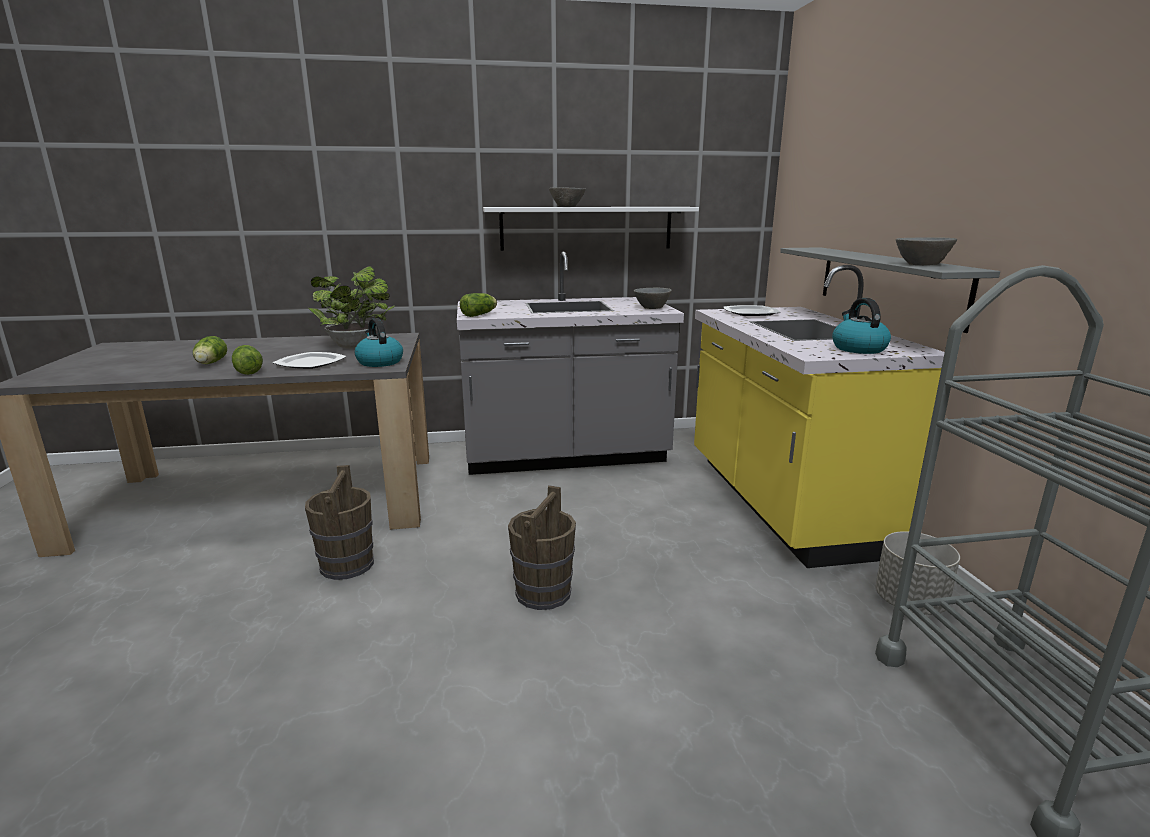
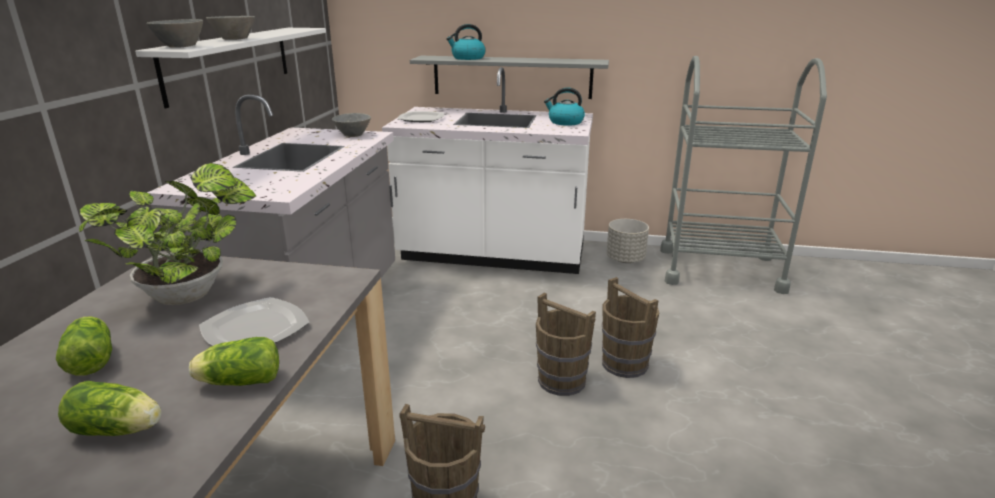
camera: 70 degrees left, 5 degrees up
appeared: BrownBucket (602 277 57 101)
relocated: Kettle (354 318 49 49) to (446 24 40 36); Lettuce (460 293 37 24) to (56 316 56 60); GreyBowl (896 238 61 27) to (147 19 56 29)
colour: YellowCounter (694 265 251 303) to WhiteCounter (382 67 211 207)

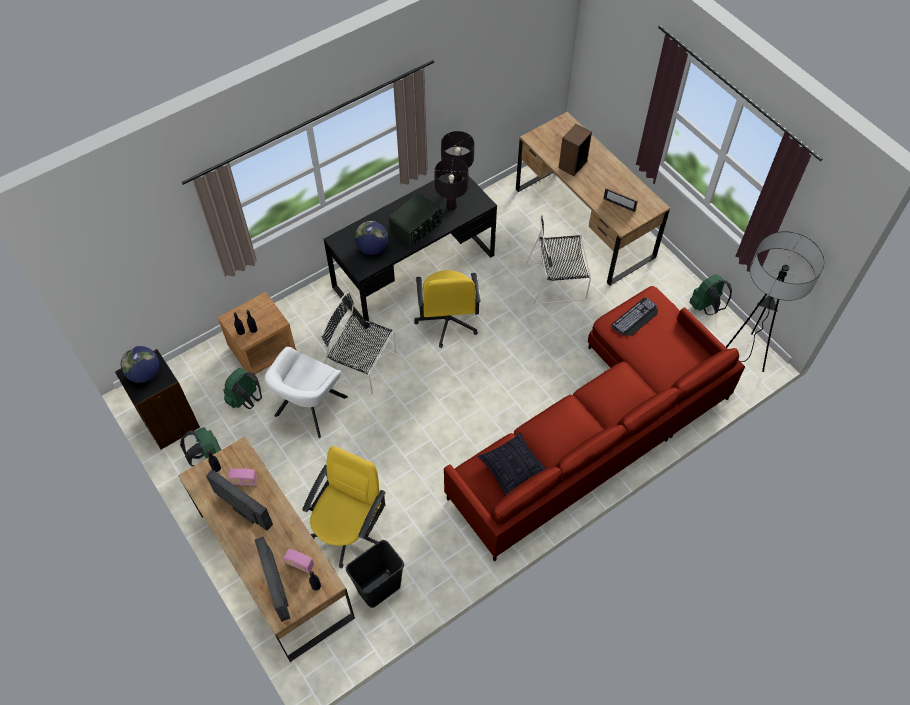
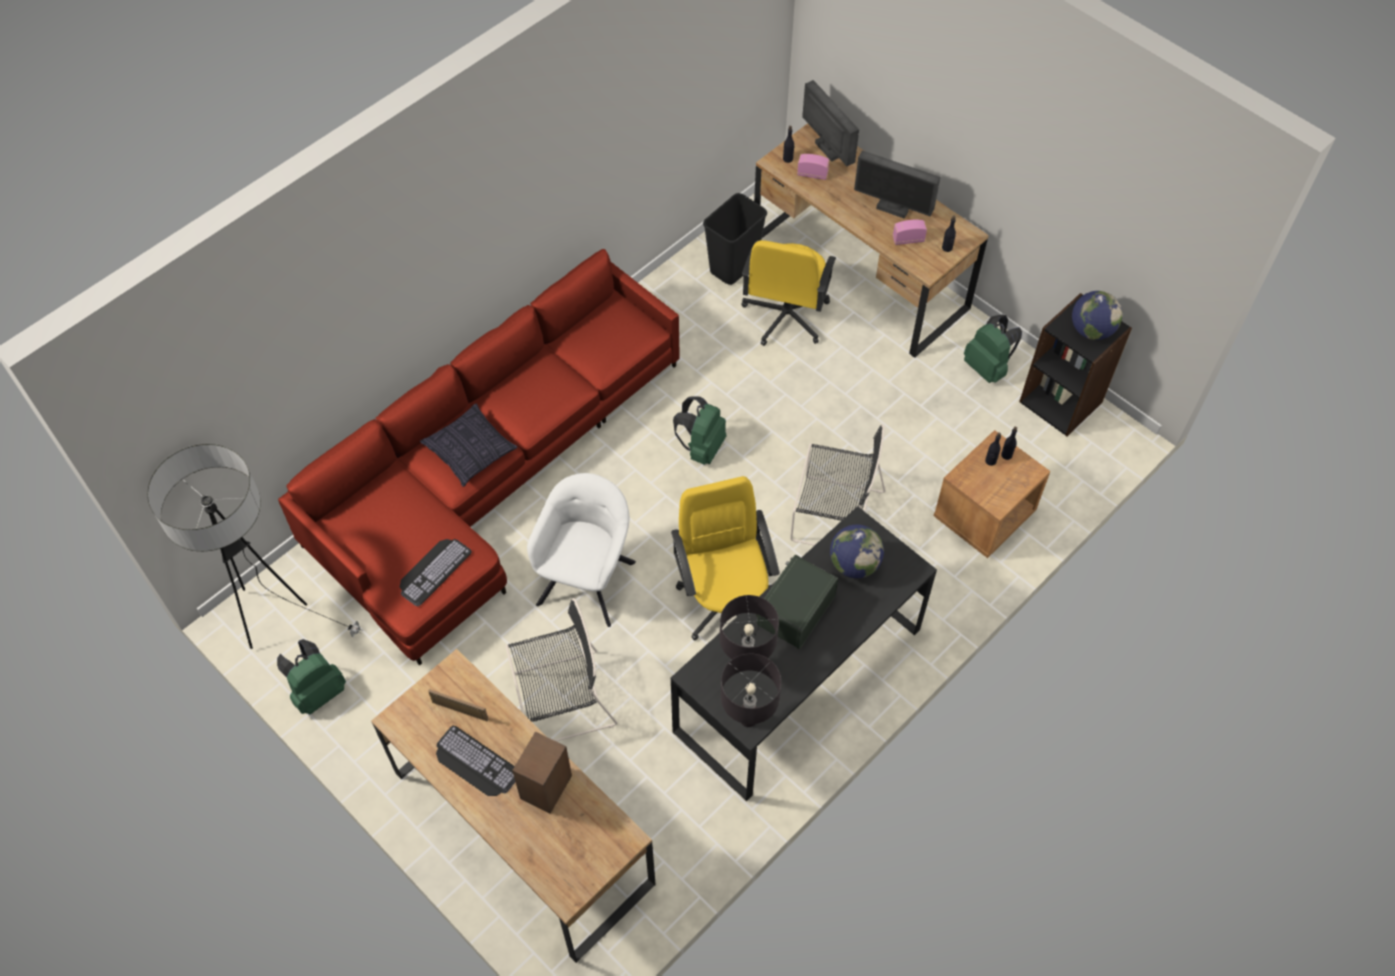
camera: 170 degrees right, 0 degrees up
appeared: Keyboard (436 726 79 70)
relocated: GreenBackpack (223 368 39 41) to (673 396 53 69); WhiteArmchair (264 347 84 91) to (527 473 109 154); Pillow (478 432 68 64) to (420 404 98 83)

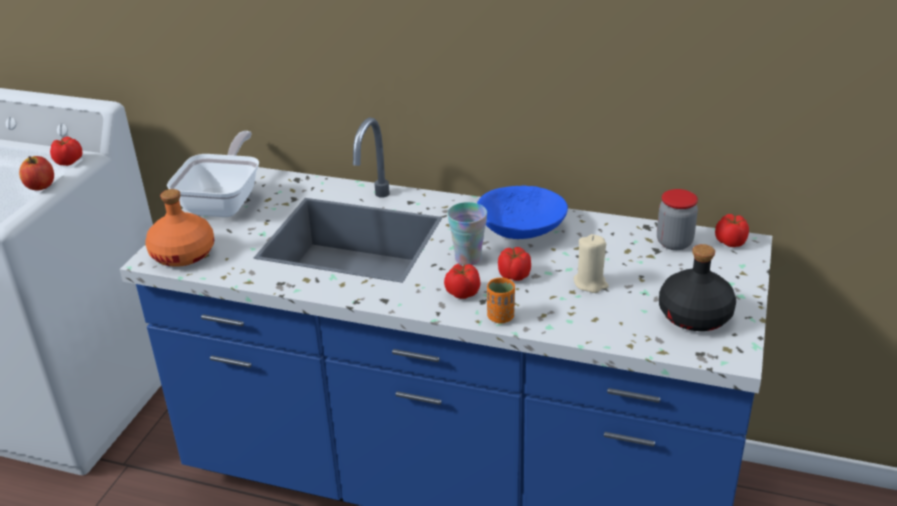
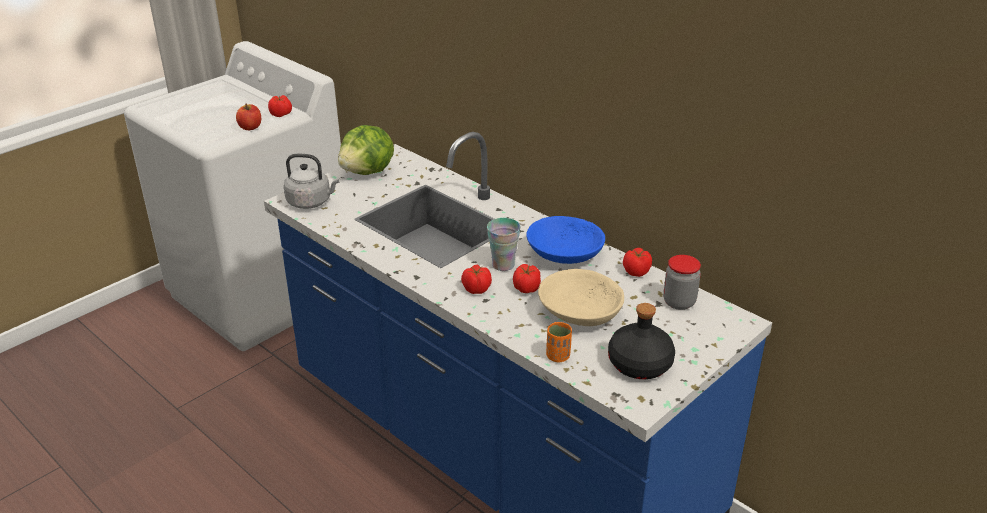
camera: 25 degrees right, 0 degrees up
relocated: OrangeCup (487 278 28 46) to (546 322 26 40); Tomato (715 214 34 33) to (623 248 29 29)
exchanged: OrangeBottle (145 189 69 78) to GreyKettle (284 154 56 55); FryingPan (167 131 92 86) to Lettuce (338 125 56 50); BeigeCandle (574 234 35 59) to BeigeBowl (538 269 86 57)

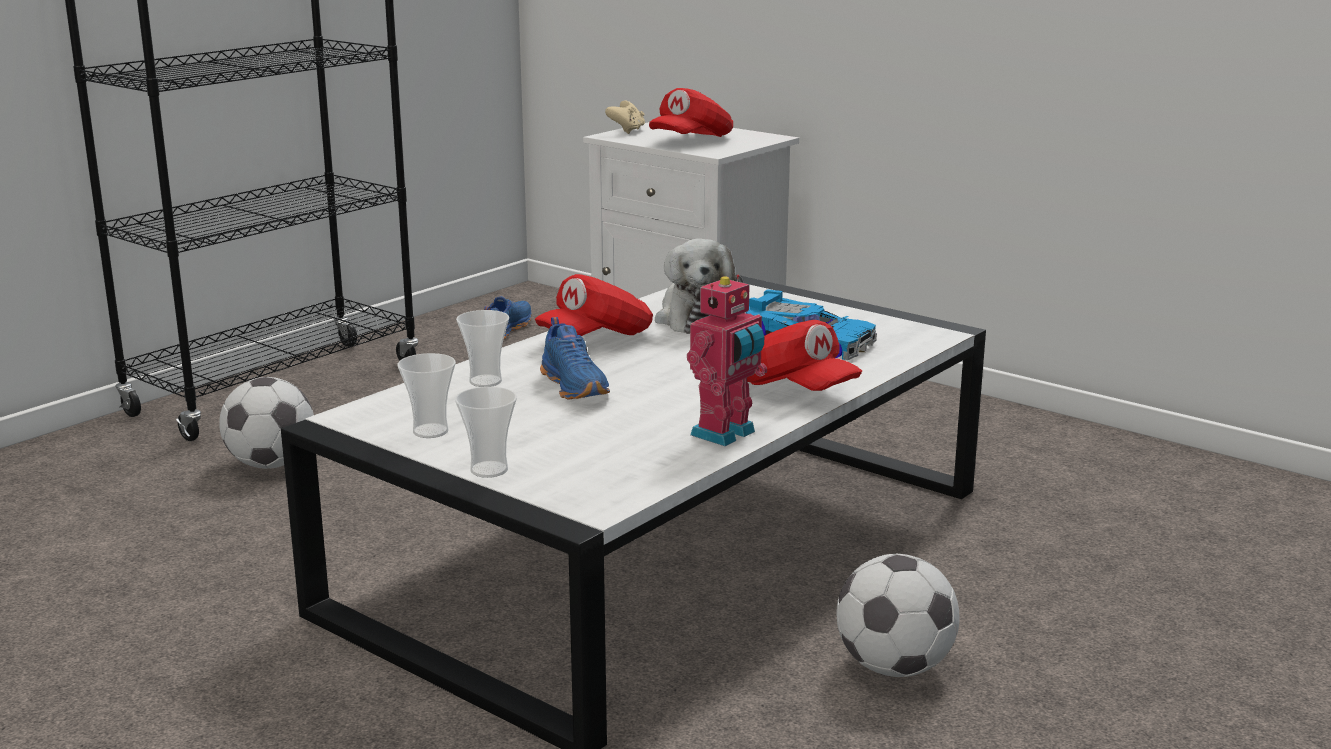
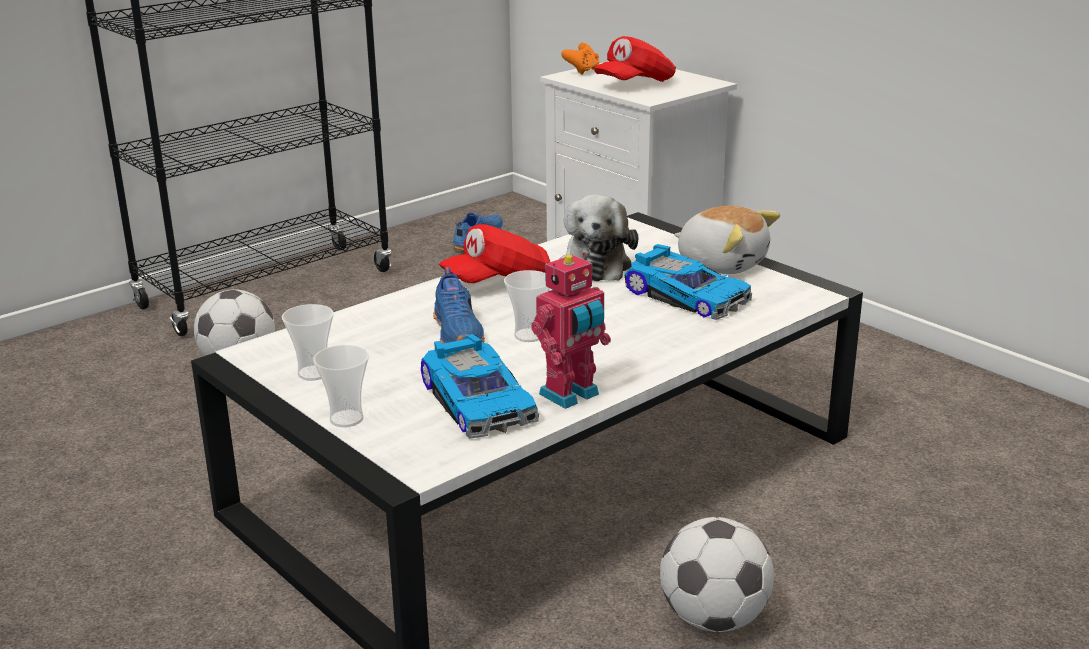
camera: 10 degrees right, 5 degrees up
missing: RedCap (747 320 115 71)
appeared: ToyCar (421 334 118 105); PlushToy (674 206 106 68)
relocated: Cup (456 310 53 77) to (504 270 46 72)
colour: BeigeGameController (605 101 40 33) to OrangeGameController (561 43 38 32)

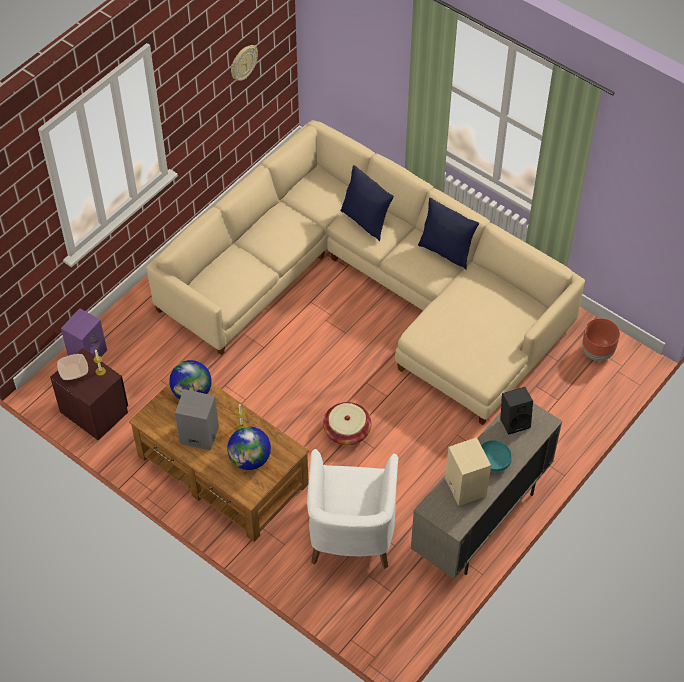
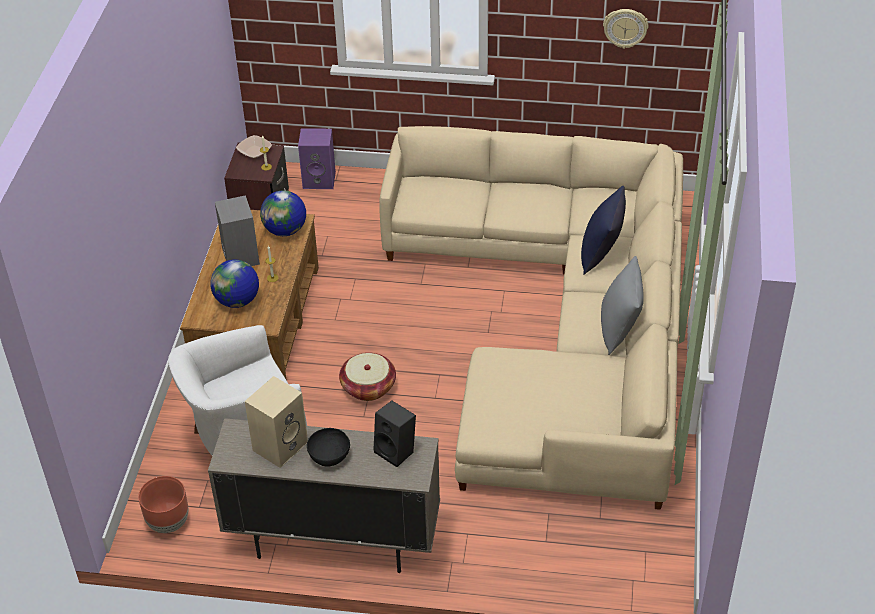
camera: 60 degrees right, 10 degrees down
relocated: BrownPlanter (582 318 38 43) to (138 476 50 57)
colour: BluePillow (418 198 61 72) to GreyPillow (601 256 43 99); TurquoiseBowl (481 440 31 32) to BlackBowl (307 428 43 38)

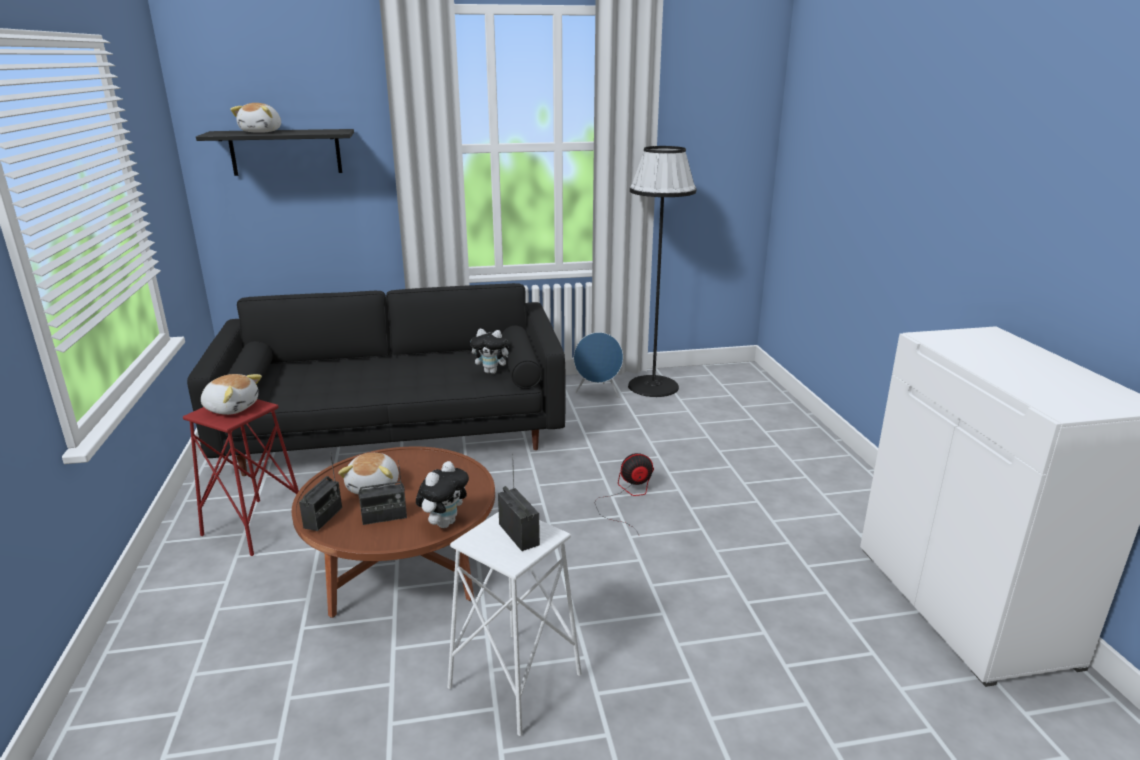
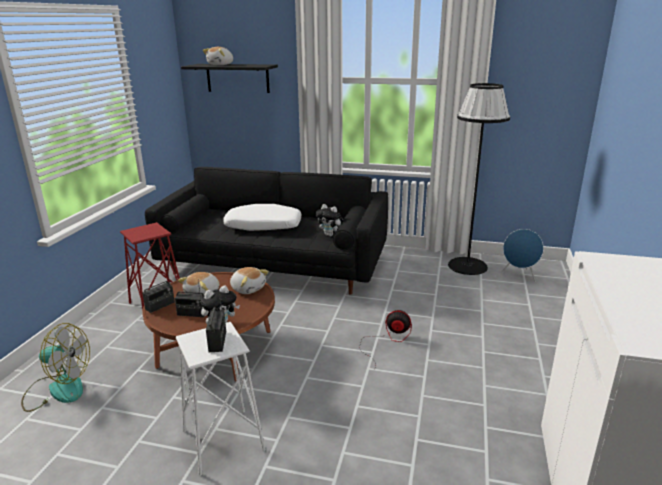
camera: 25 degrees right, 0 degrees up
appeared: Fan (21 323 69 89); WhitePillow (223 204 78 27)
relocated: PlushToy (201 374 61 41) to (230 267 39 27); BlueSpeaker (574 332 49 66) to (501 229 43 53)

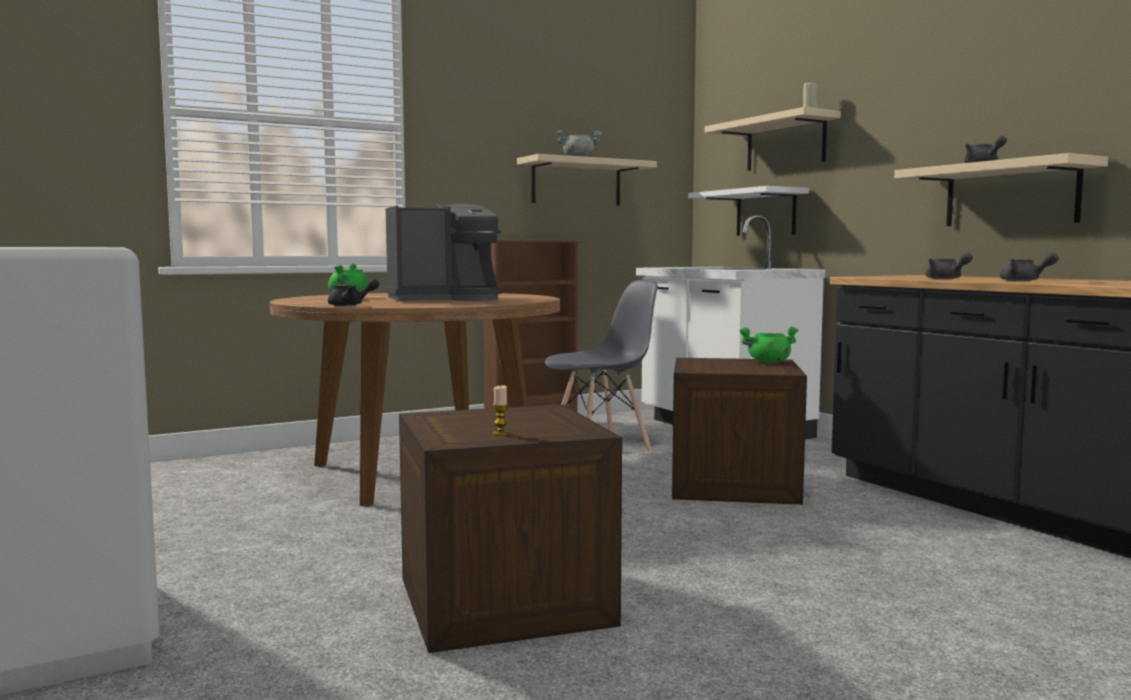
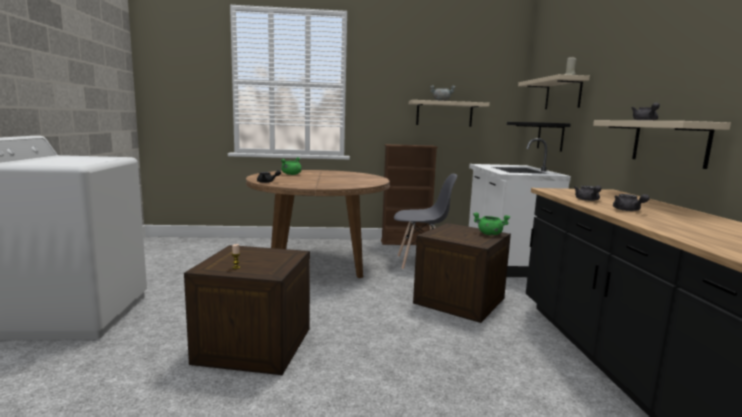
camera: 25 degrees right, 5 degrees up
missing: CoffeeMachine (384 204 118 97)
colour: WhiteShelf (688 186 121 50) to BlackShelf (507 122 63 30)

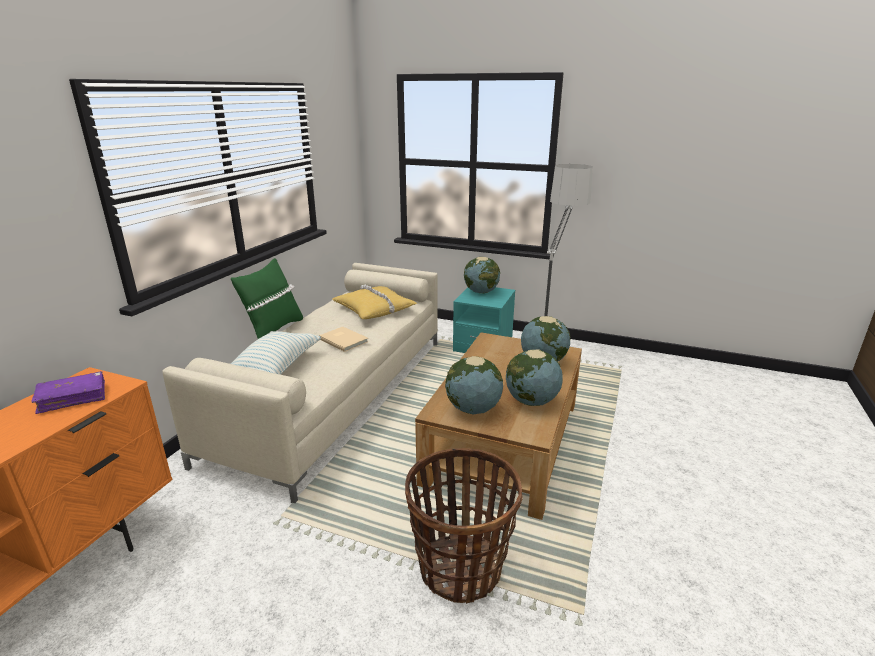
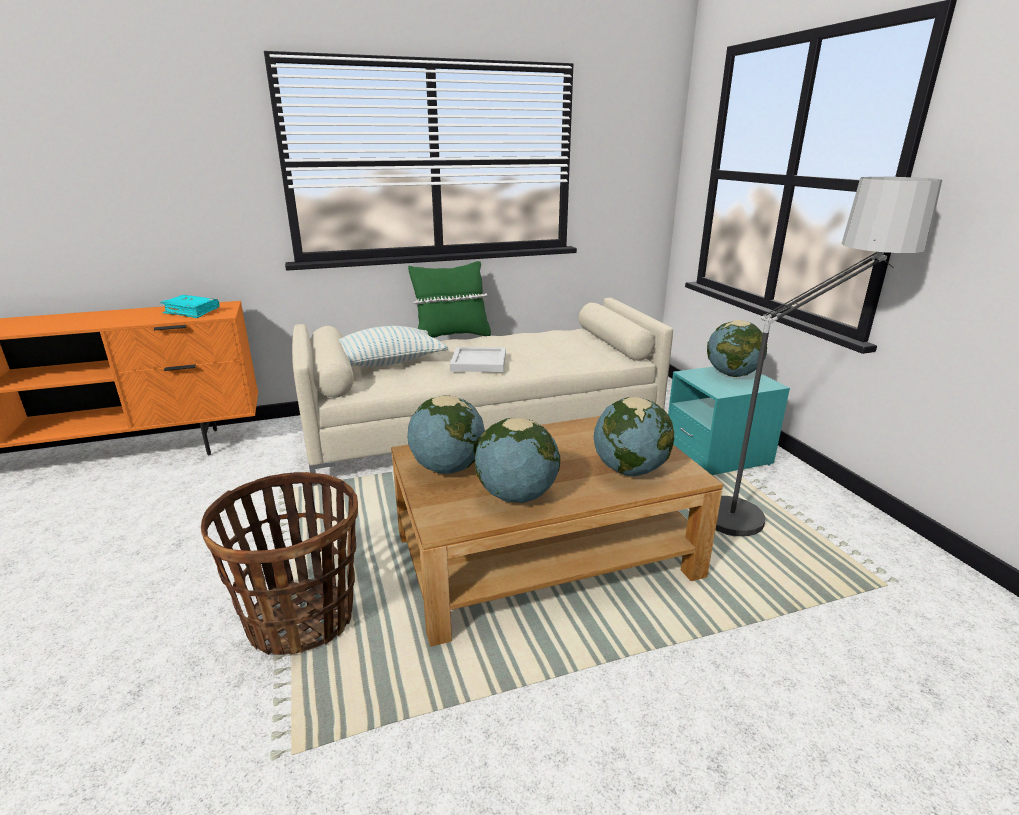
camera: 50 degrees right, 0 degrees up
missing: YellowPillow (332 285 85 34)
exchanged: BeigeBook (319 327 50 25) to WhiteTray (450 347 56 25)
colour: PurpleBook (32 371 73 43) to TurquoiseBook (160 295 59 23)

